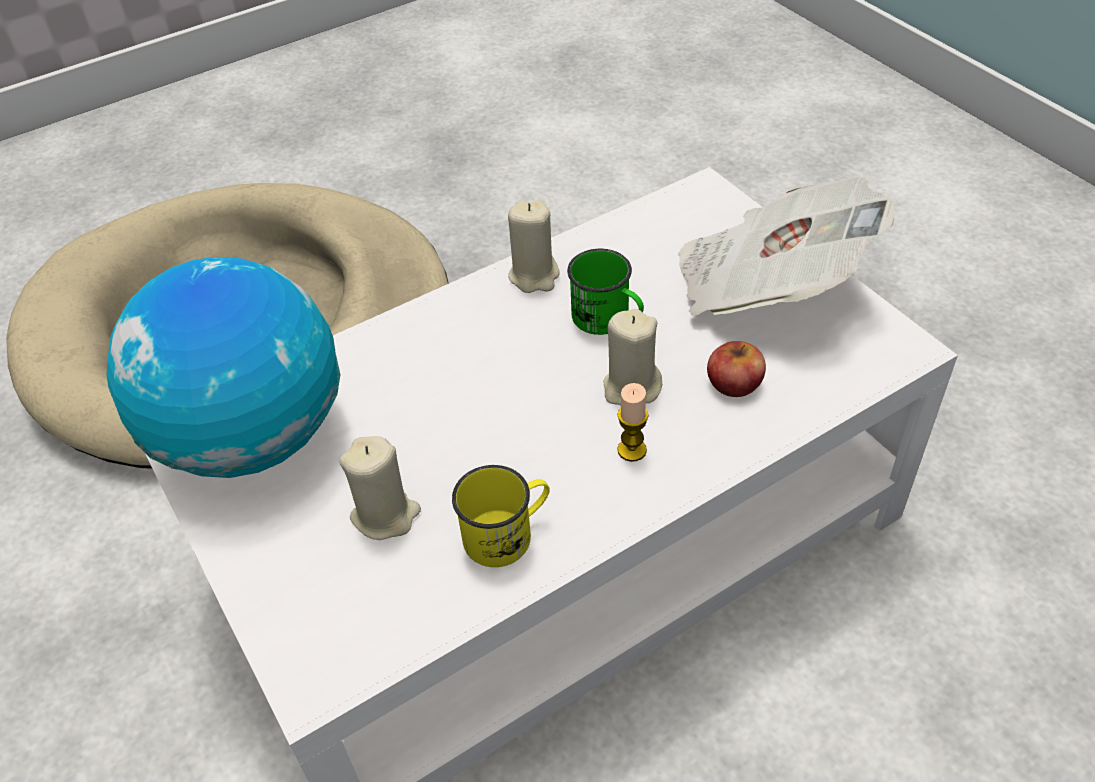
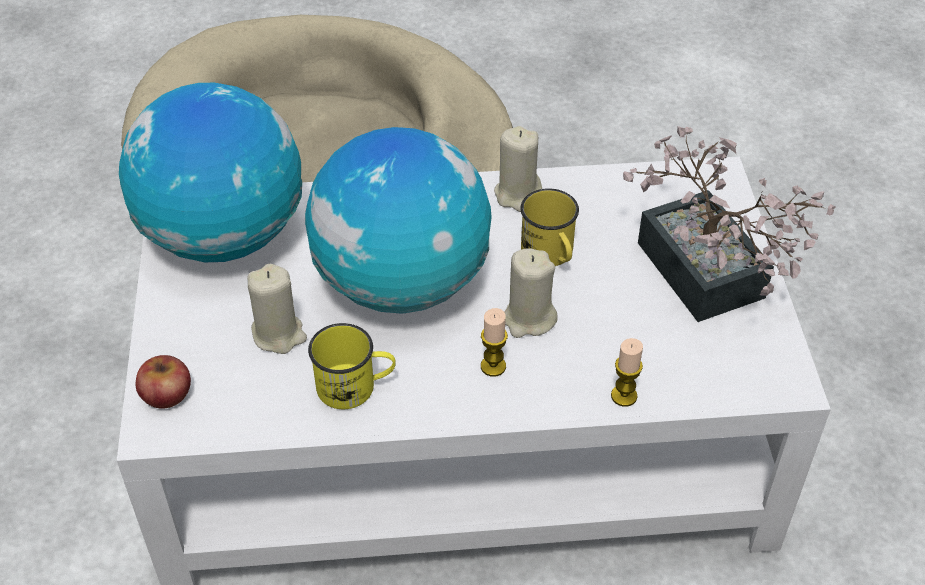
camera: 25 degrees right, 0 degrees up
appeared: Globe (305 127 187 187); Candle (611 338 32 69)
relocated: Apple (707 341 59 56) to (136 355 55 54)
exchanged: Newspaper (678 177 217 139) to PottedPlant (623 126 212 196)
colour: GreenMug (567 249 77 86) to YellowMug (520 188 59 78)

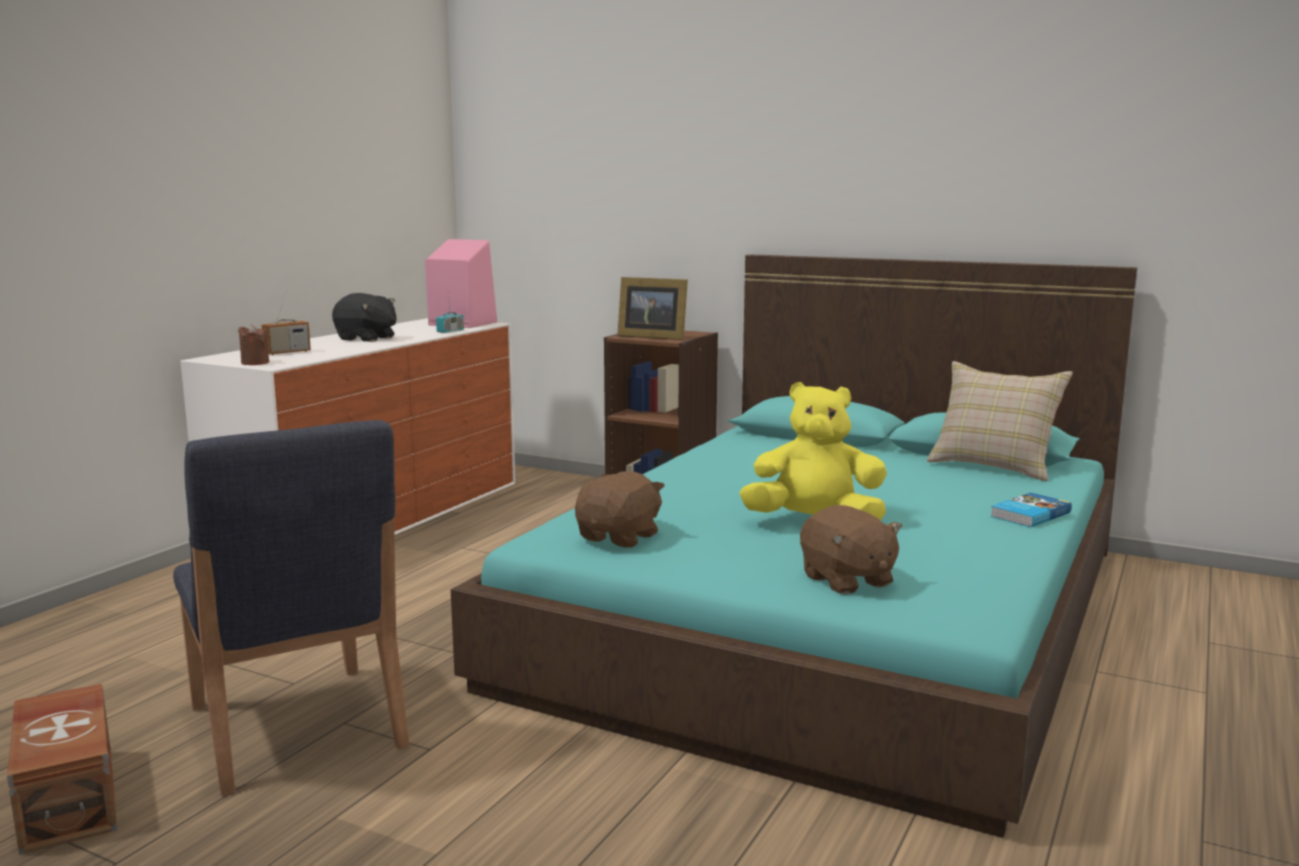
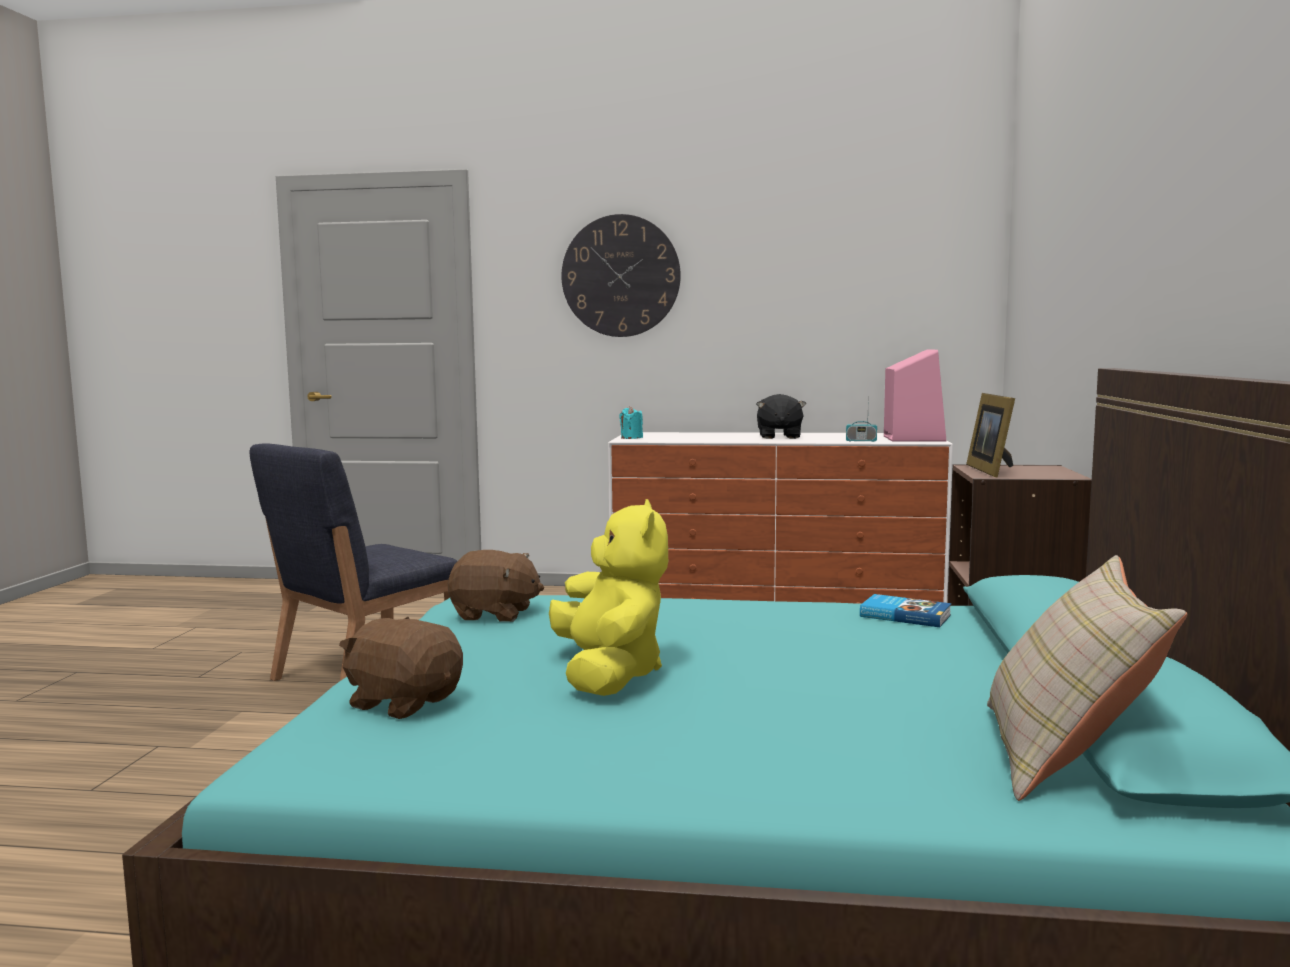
camera: 70 degrees right, 5 degrees down
missing: BrownStorageBox (7 684 110 171); Radio (261 290 50 65)
appeared: WallClock (561 214 120 123)
relocated: Book (990 493 82 34) to (860 594 91 33)
colour: BrownCandle (238 324 31 41) to TurquoiseCandle (619 406 24 33)
spun: BrownPlushToy (800 505 103 89) = (339 617 124 102) 75 degrees clockwise

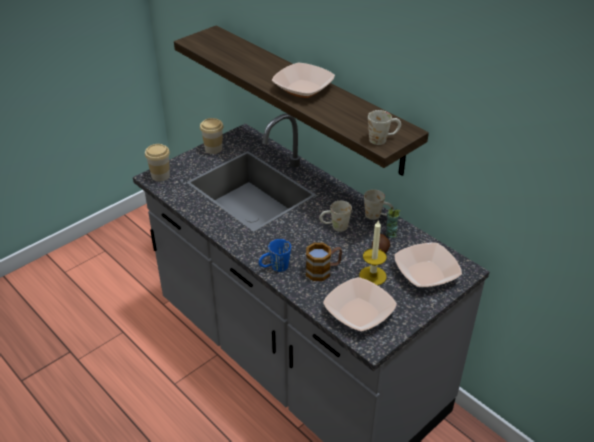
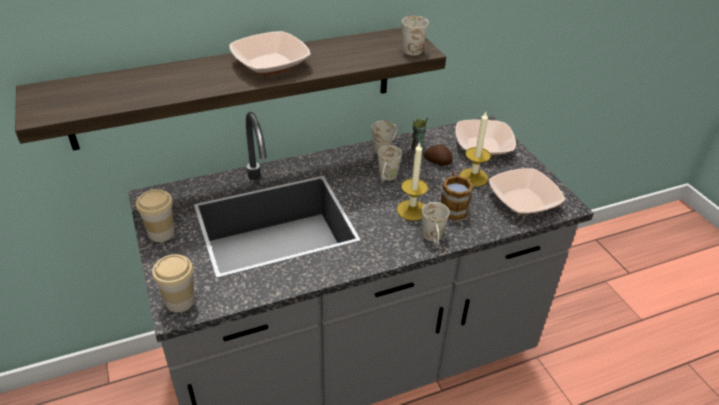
camera: 70 degrees left, 0 degrees up
appeared: Candle (397 141 31 79)
colour: BlueMug (259 239 32 33) to WhiteMug (422 202 28 43)

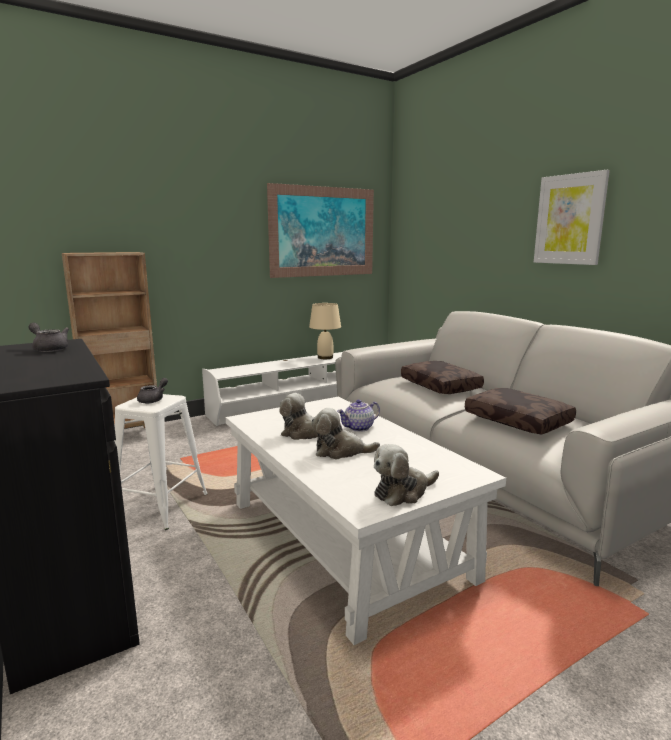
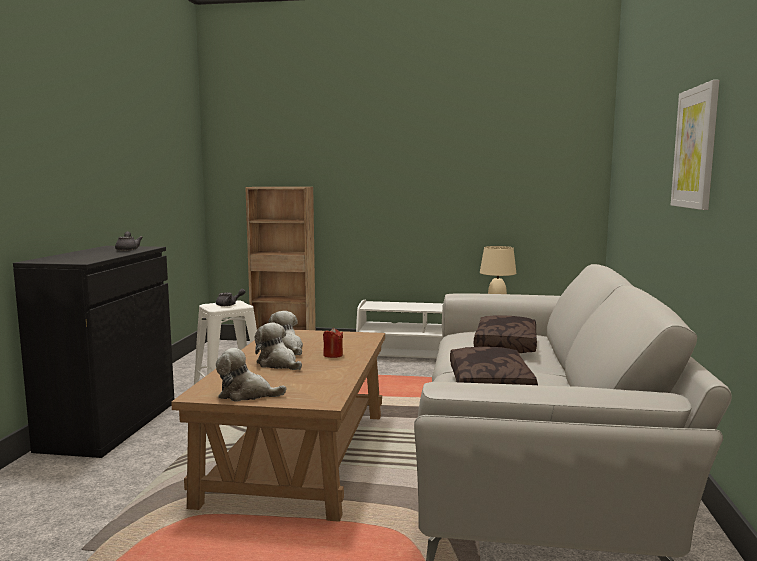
camera: 40 degrees right, 5 degrees down
missing: Picture (267 183 107 95)
exchanged: Teapot (337 399 43 33) to RedCandle (323 327 20 31)
colour: WhiteCoffeeTable (226 396 280 249) to BrownCoffeeTable (171 330 214 192)

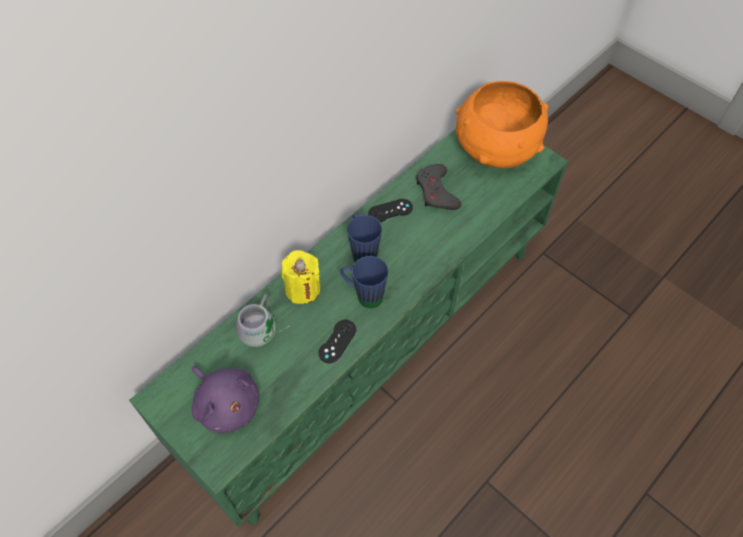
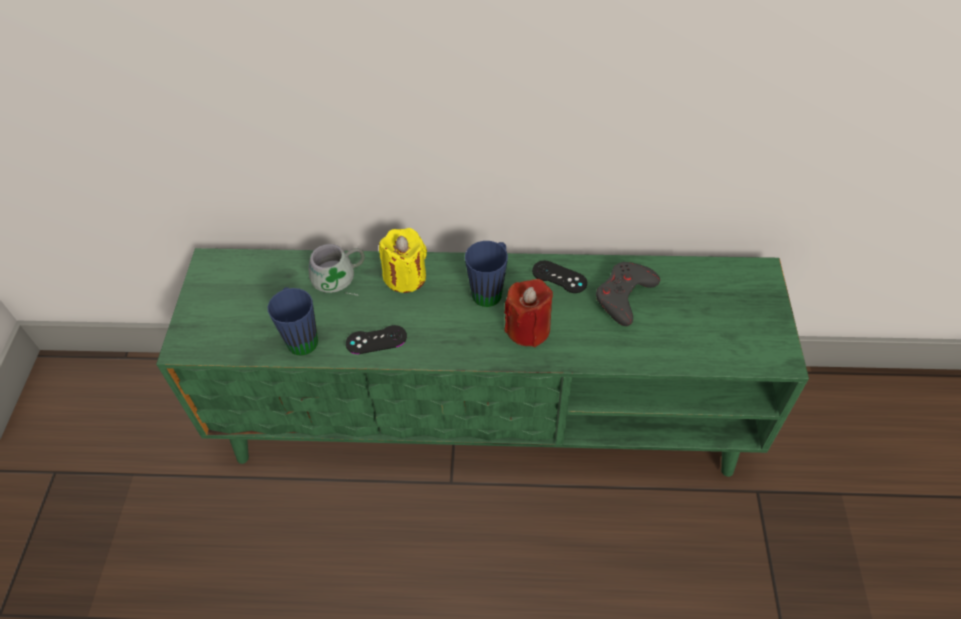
camera: 50 degrees right, 5 degrees down
missing: PurplePlushToy (192 366 67 68); OrangeBowl (456 81 93 88)
appeared: RedCandle (504 279 49 68)
relocated: BlueMug (340 256 48 52) to (268 287 50 68)

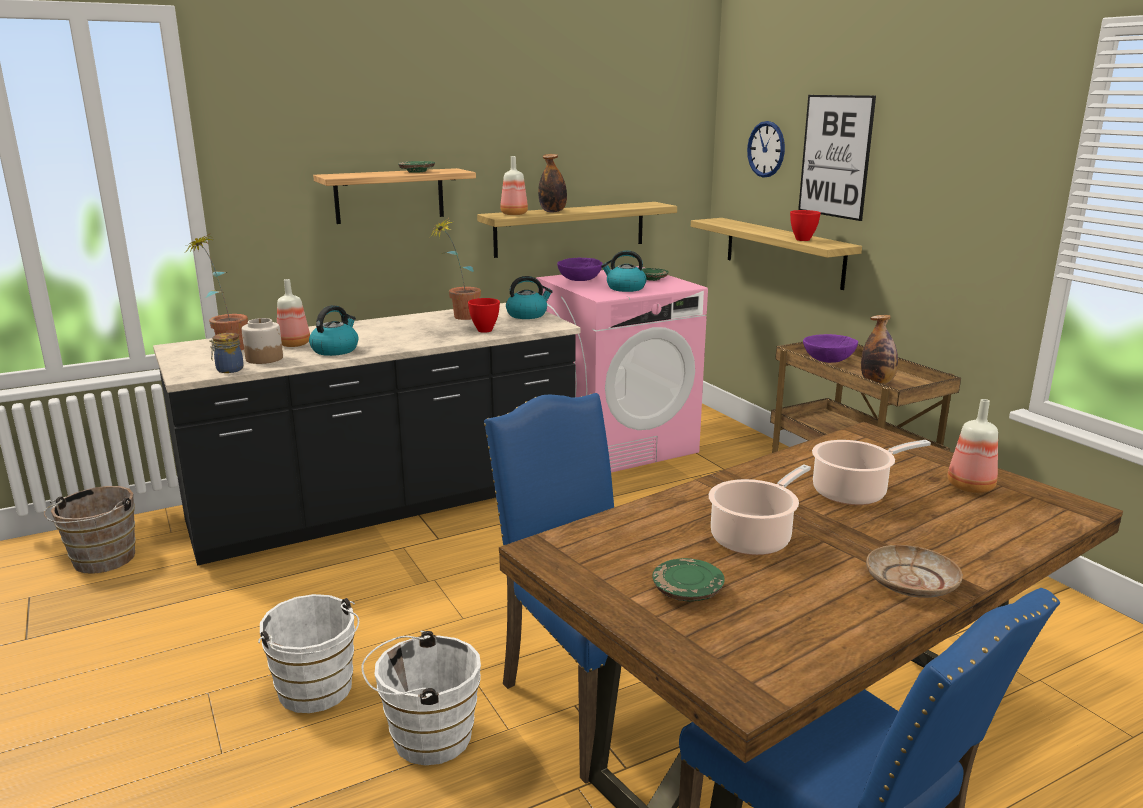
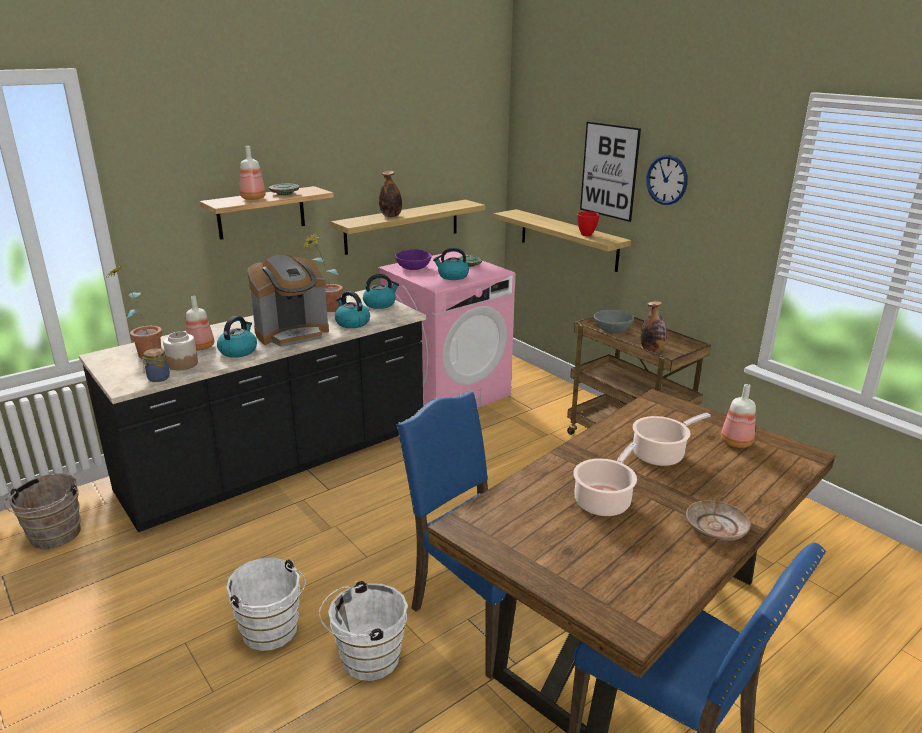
camera: 10 degrees left, 5 degrees up
missing: GreenPlate (652 558 73 43)
appeared: CoffeeMachine (247 254 82 93)
relocated: Bottle (500 156 28 59) to (240 146 26 54); WallClock (747 121 38 57) to (646 155 42 50)
exchanged: RedBowl (468 298 32 35) to Kettle (335 291 35 37)
colour: PurpleBowl (803 334 55 29) to GreyBowl (594 310 40 23)

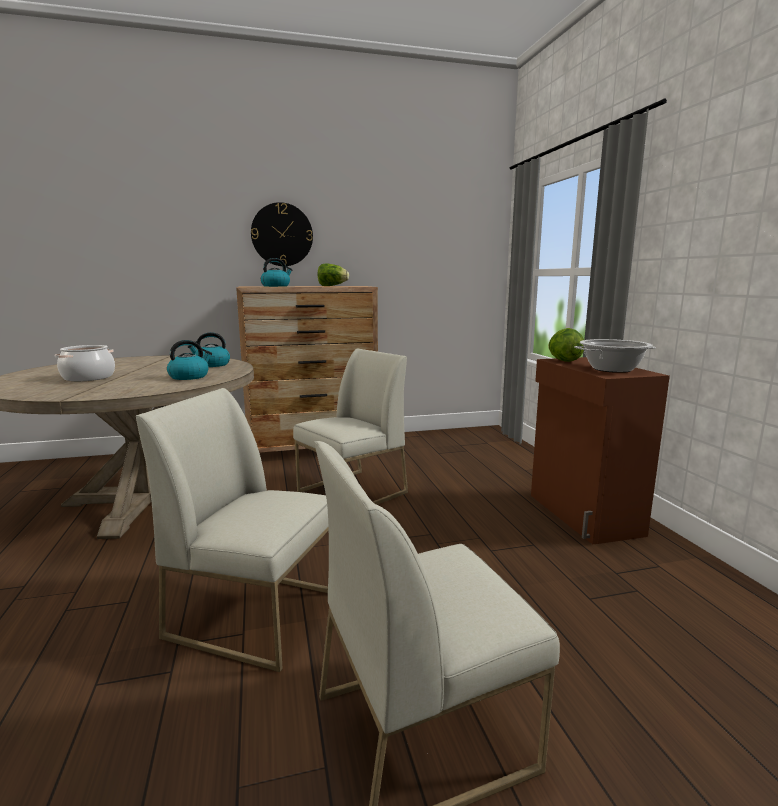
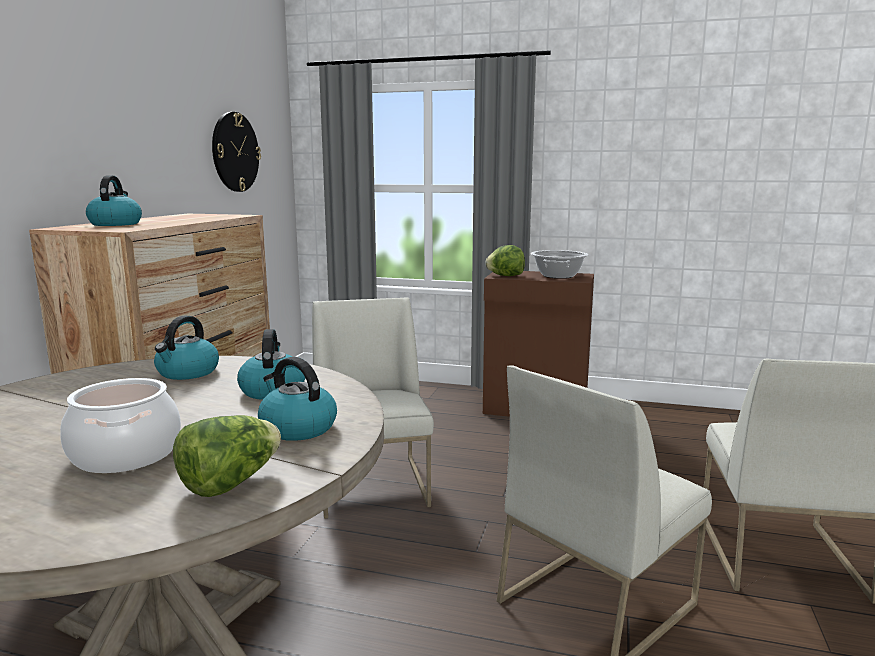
camera: 60 degrees left, 0 degrees up
appeared: Kettle (258 357 79 84)
relocated: WallClock (251 202 62 64) to (212 112 49 80); Lettuce (318 264 31 22) to (173 415 108 82)

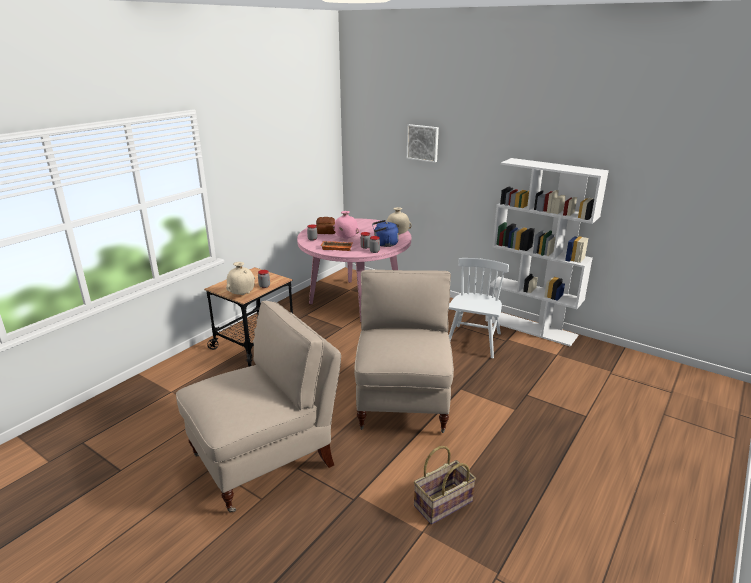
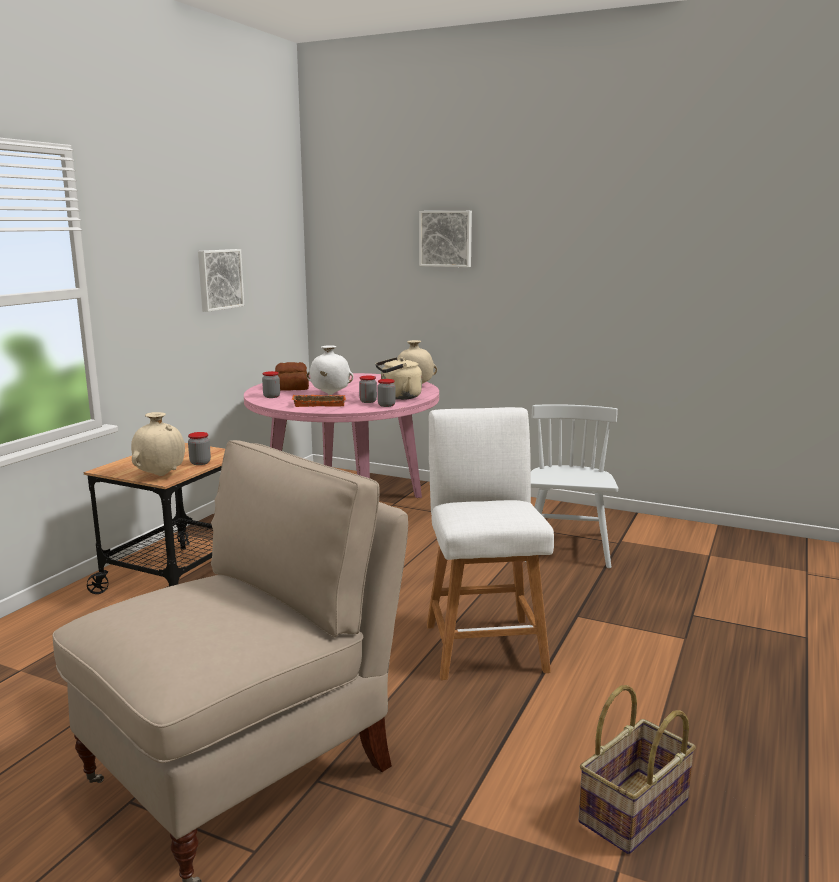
camera: 10 degrees left, 10 degrees down
missing: WhiteBookcase (485 158 124 188)
appeared: Picture (198 249 46 63)
exchanged: BeigeChair (354 270 100 163) to WhiteStool (427 407 127 273)
colour: PinkVase (333 211 27 28) to WhiteVase (307 345 47 50); BlueKettle (372 220 27 27) to BeigeKettle (375 357 47 43)

